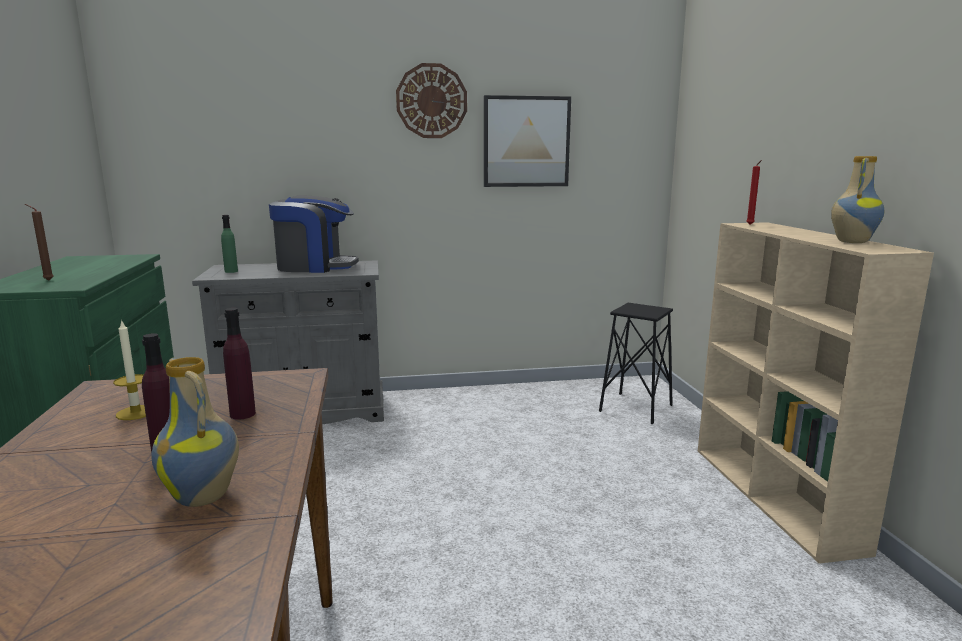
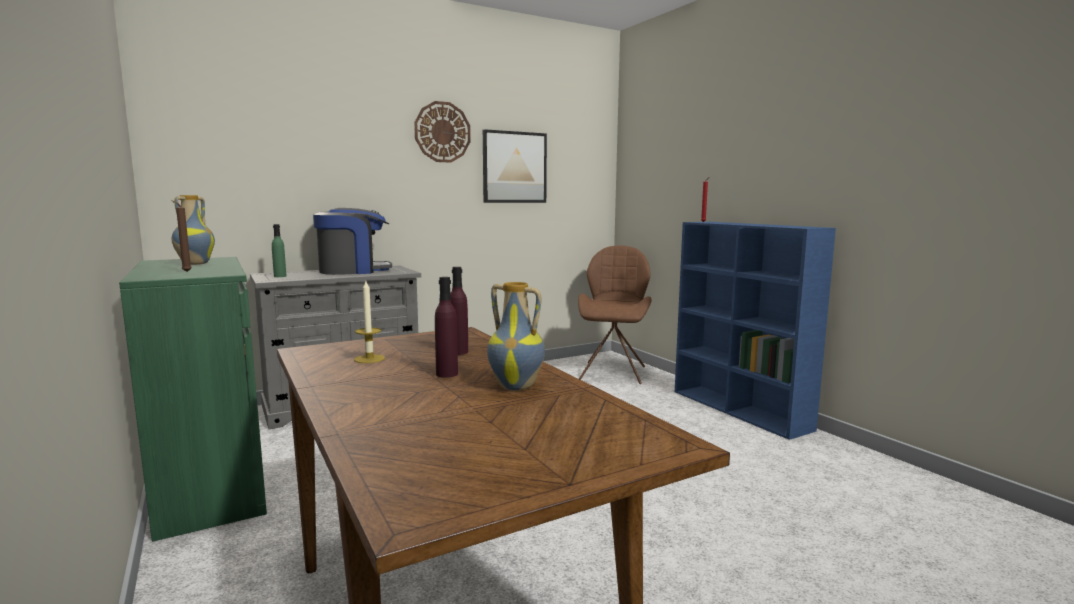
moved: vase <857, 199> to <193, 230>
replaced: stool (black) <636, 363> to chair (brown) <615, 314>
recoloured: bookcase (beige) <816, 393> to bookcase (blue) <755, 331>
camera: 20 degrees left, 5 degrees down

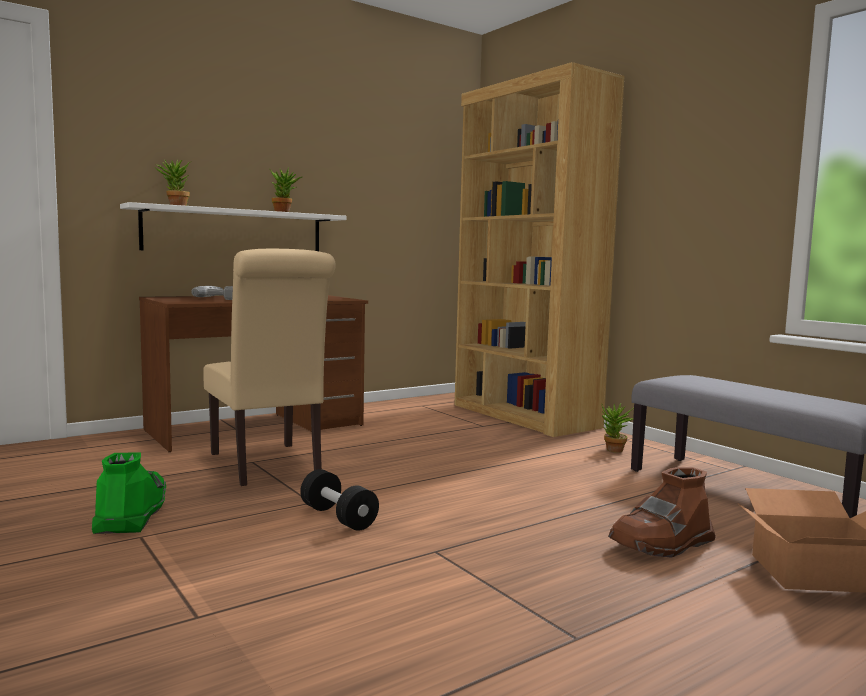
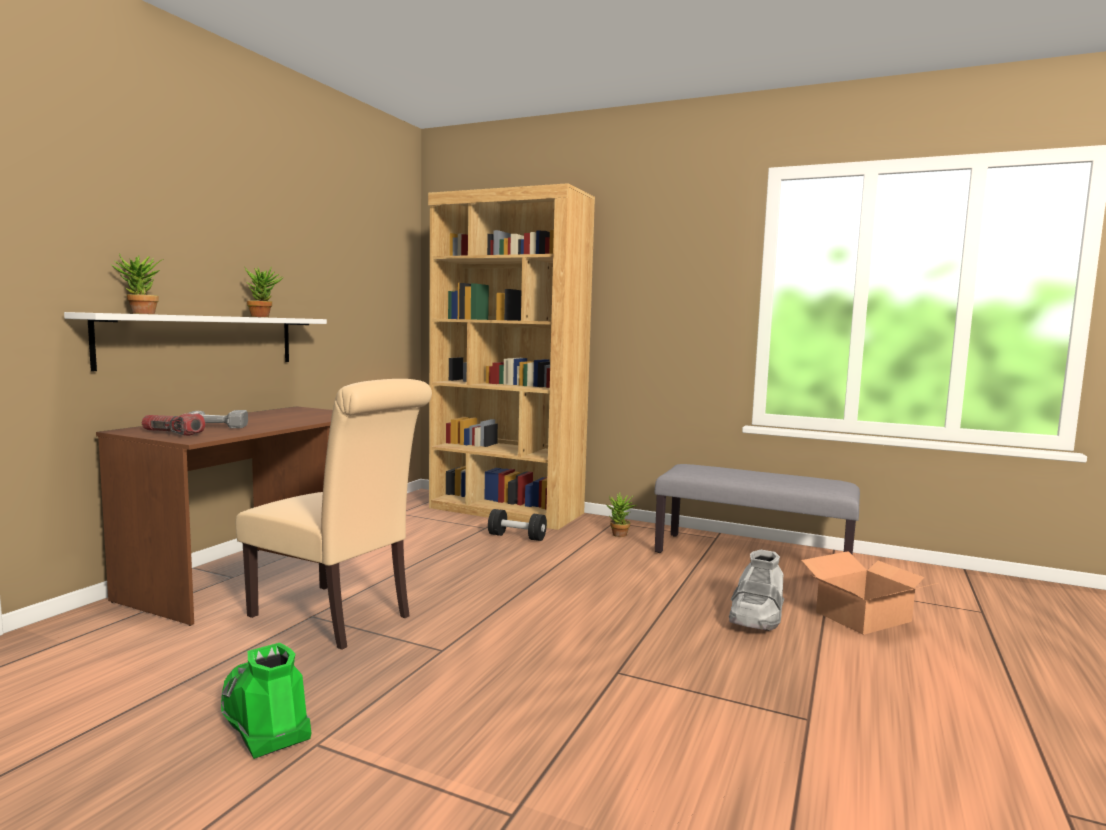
added: flashlight <173, 424>
moved: dumbbell (black) <339, 500> to <517, 525>
recoloured: boot (brown) <662, 512> to boot (grey) <756, 590>
camera: 30 degrees left, 0 degrees up

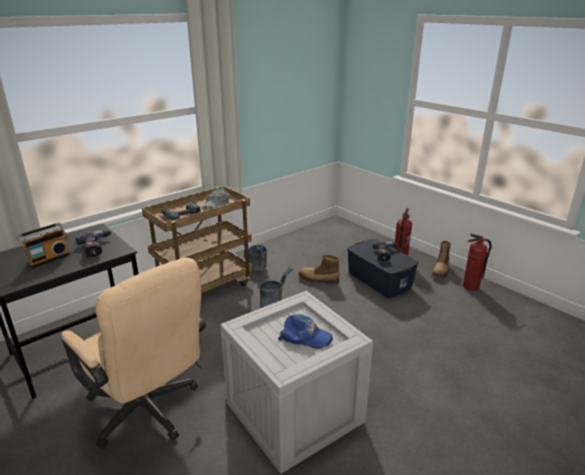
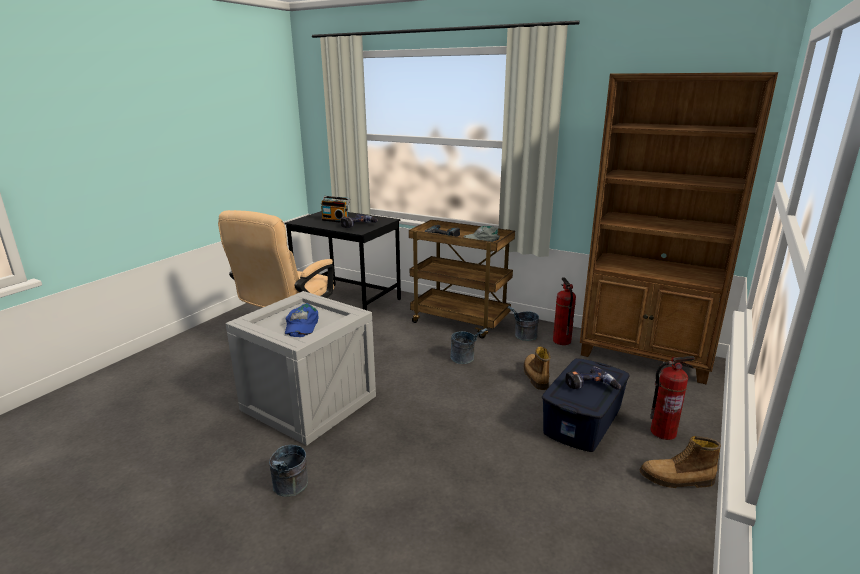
added: bucket (grey) <288, 471>; bookcase (brown) <679, 228>
moved: fire extinguisher <477, 262> to <564, 311>
camera: 70 degrees right, 5 degrees down

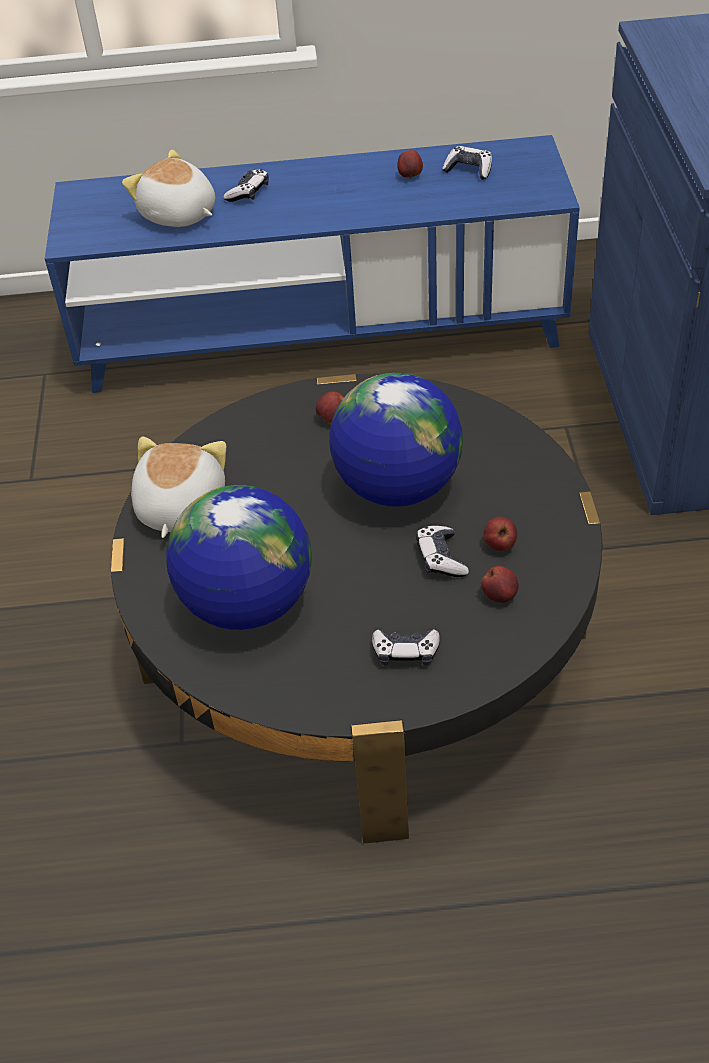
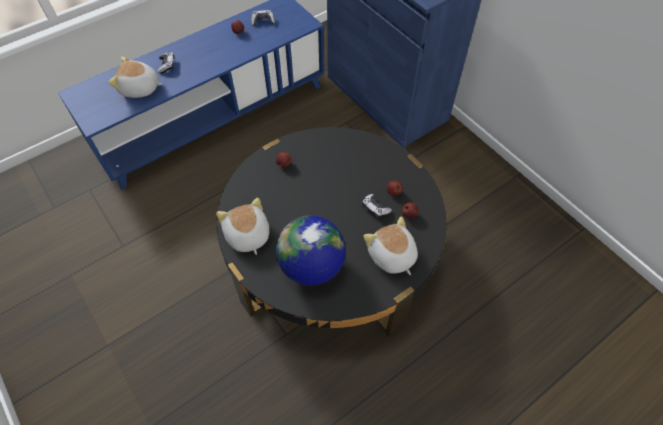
removed: globe <396, 440>
replaced: game controller <406, 647> to plush toy <390, 245>
camera: 35 degrees left, 10 degrees up

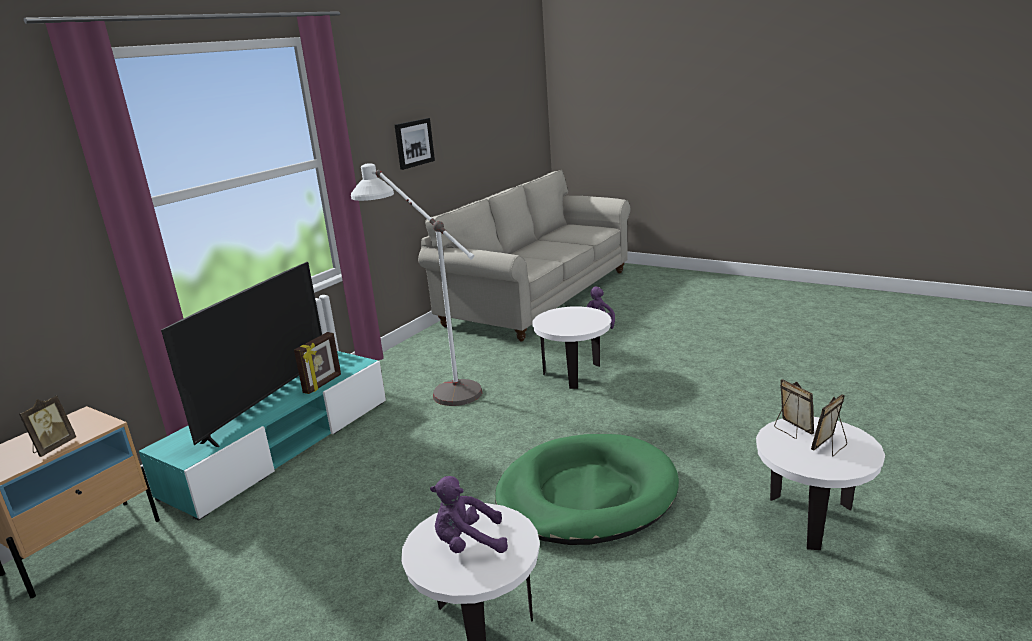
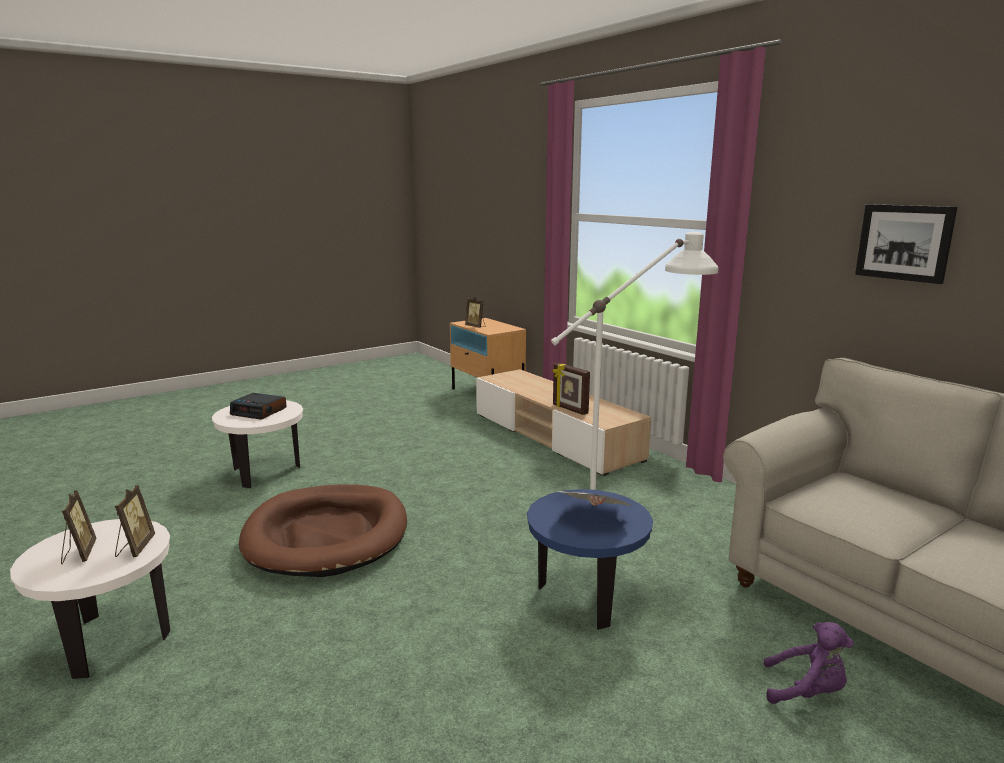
removed: television <241, 354>
added: newspaper <595, 498>
replaced: plush toy (purple) <469, 514> to alarm clock <258, 406>
recoloured: tv stand (turquoise) <262, 436> to tv stand (beige) <563, 422>; dog bed (green) <587, 489> to dog bed (brown) <323, 530>; side table (white) <572, 347> to side table (blue) <590, 559>
turned: picture frame <794, 409> = <135, 521> 90 degrees counterclockwise
camera: 110 degrees right, 5 degrees down

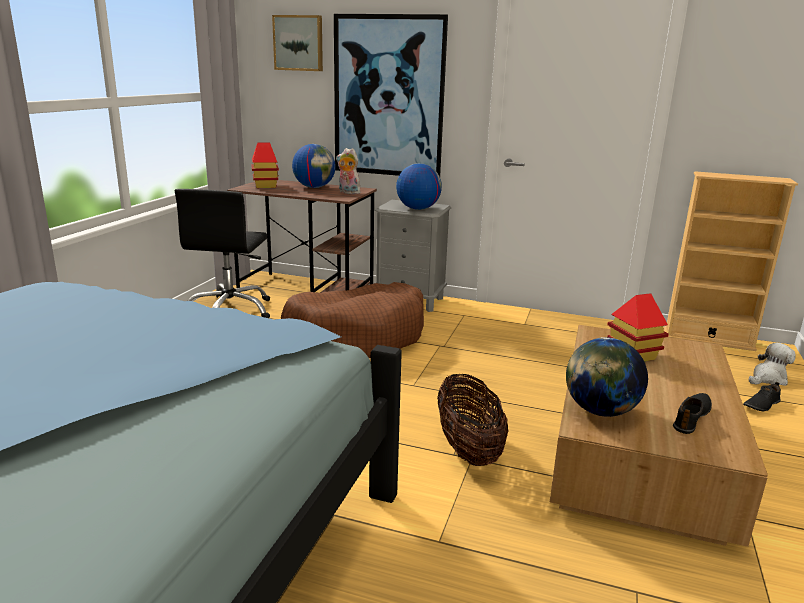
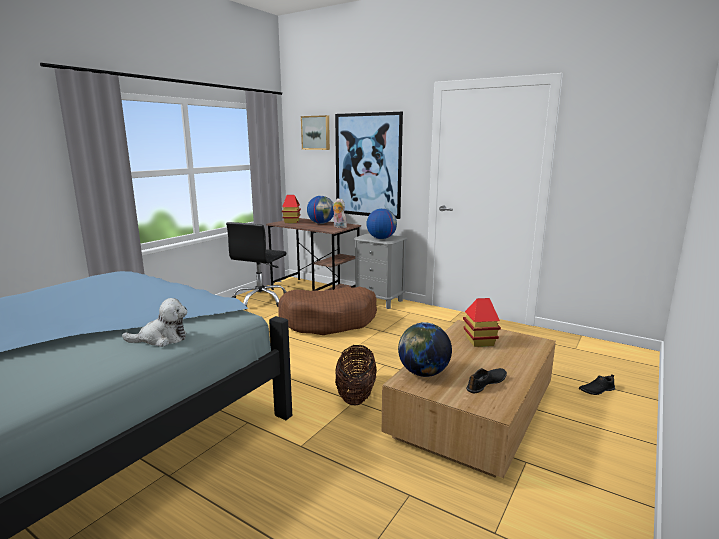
removed: bookcase (beige) <731, 261>
moved: plush toy <772, 364> to <155, 322>
camera: 15 degrees right, 5 degrees down

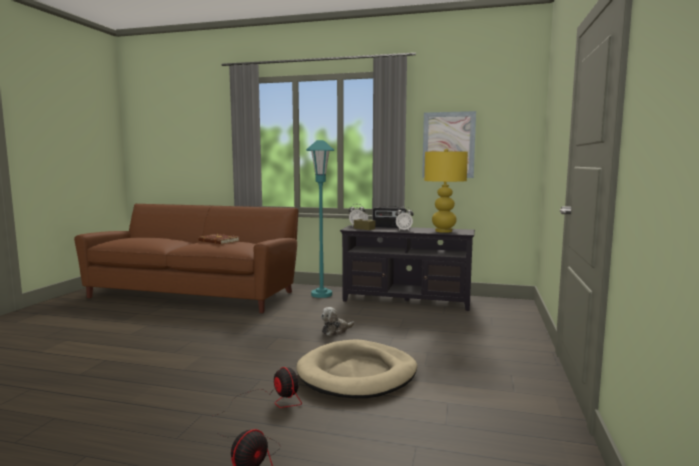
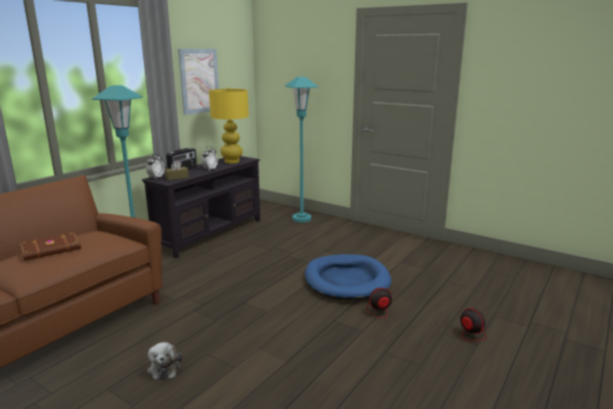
added: floor lamp (turquoise) <301, 150>
moved: plush toy <338, 321> to <164, 361>
recoloured: dog bed (beige) <357, 368> to dog bed (blue) <348, 277>
camera: 70 degrees left, 10 degrees up

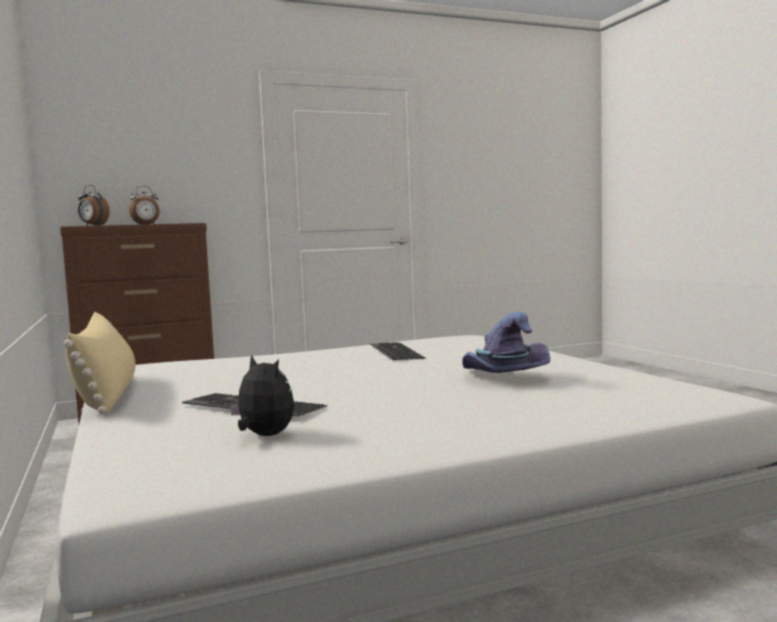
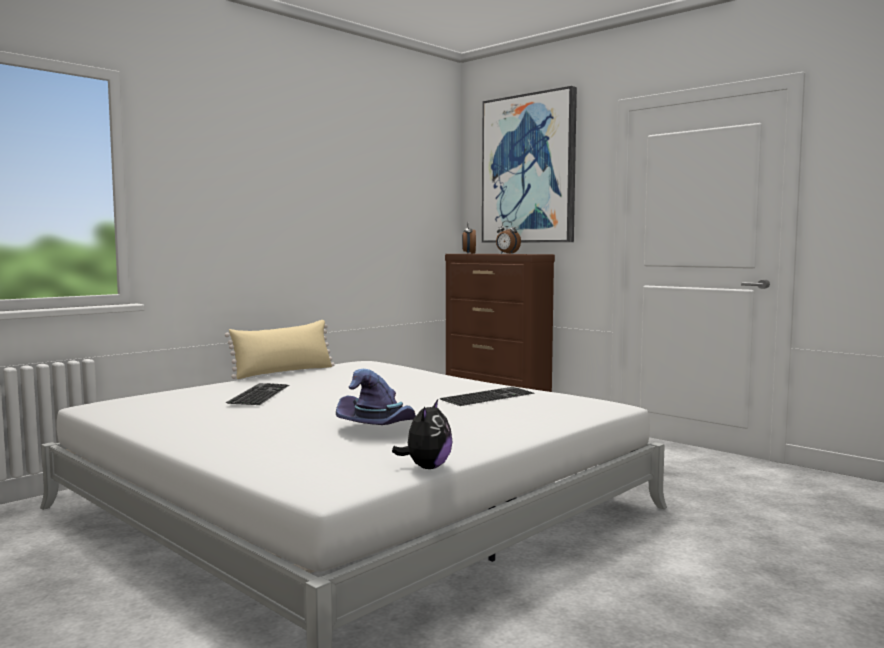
added: picture <529, 164>
moved: plush toy <262, 395> to <422, 434>
camera: 65 degrees right, 0 degrees up

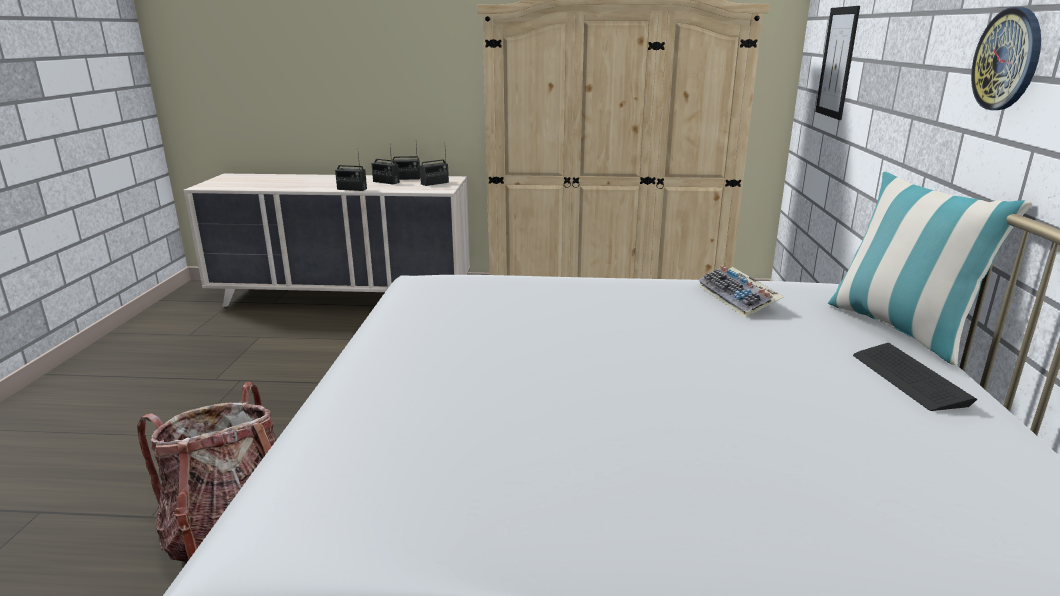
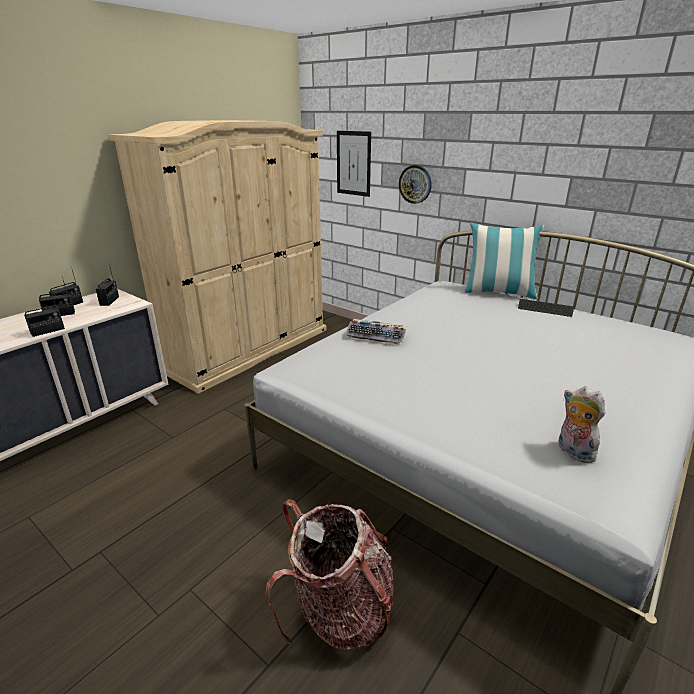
added: plush toy <582, 424>
moved: keyboard <741, 291> to <376, 332>; wall clock <1006, 58> to <415, 184>
camera: 55 degrees left, 5 degrees up

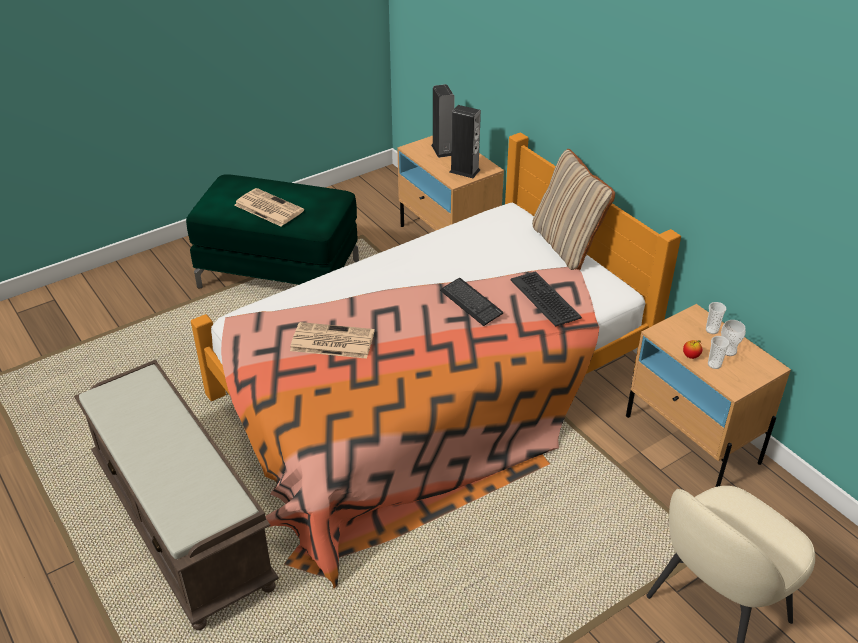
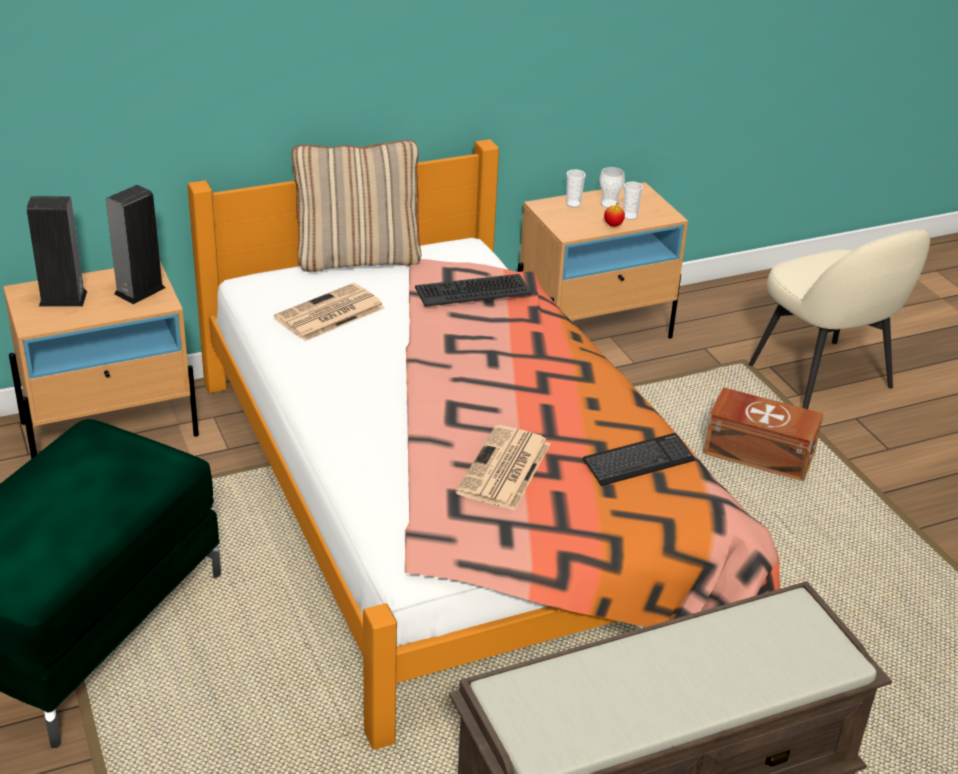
added: storage box (brown) <763, 434>
moved: newspaper <269, 207> to <329, 312>; keyboard <471, 302> to <639, 459>
camera: 80 degrees left, 5 degrees down

